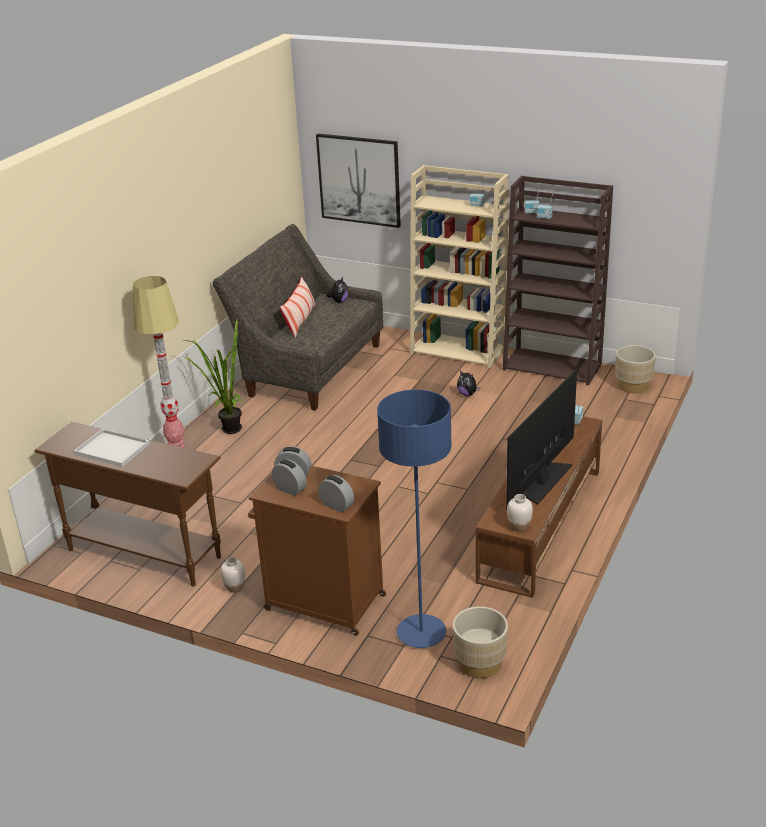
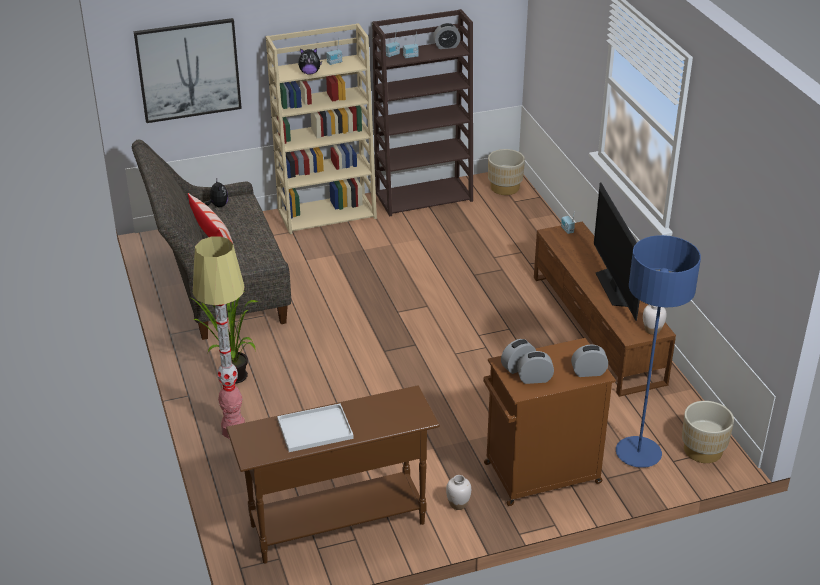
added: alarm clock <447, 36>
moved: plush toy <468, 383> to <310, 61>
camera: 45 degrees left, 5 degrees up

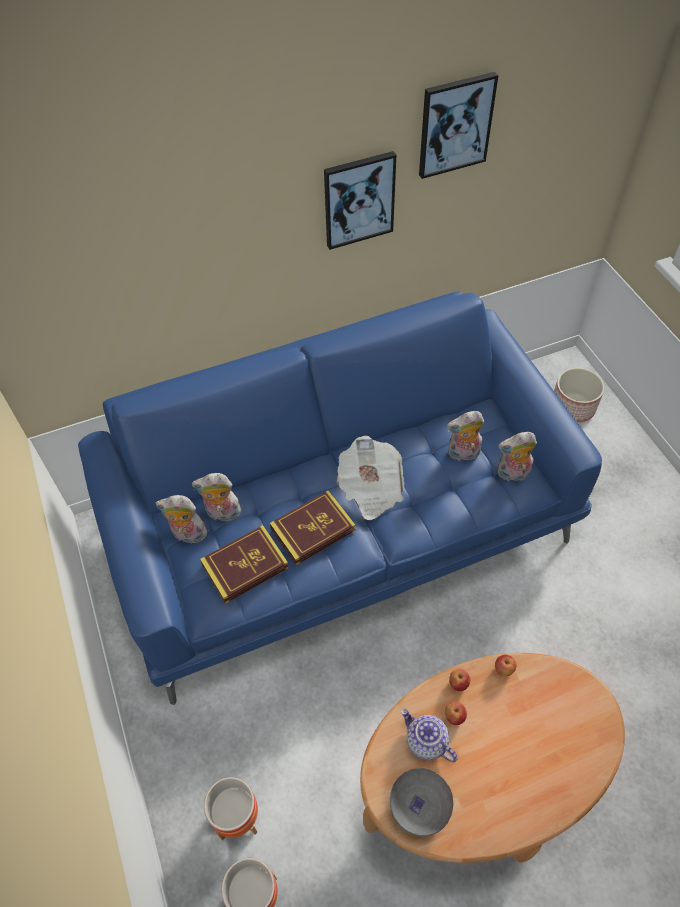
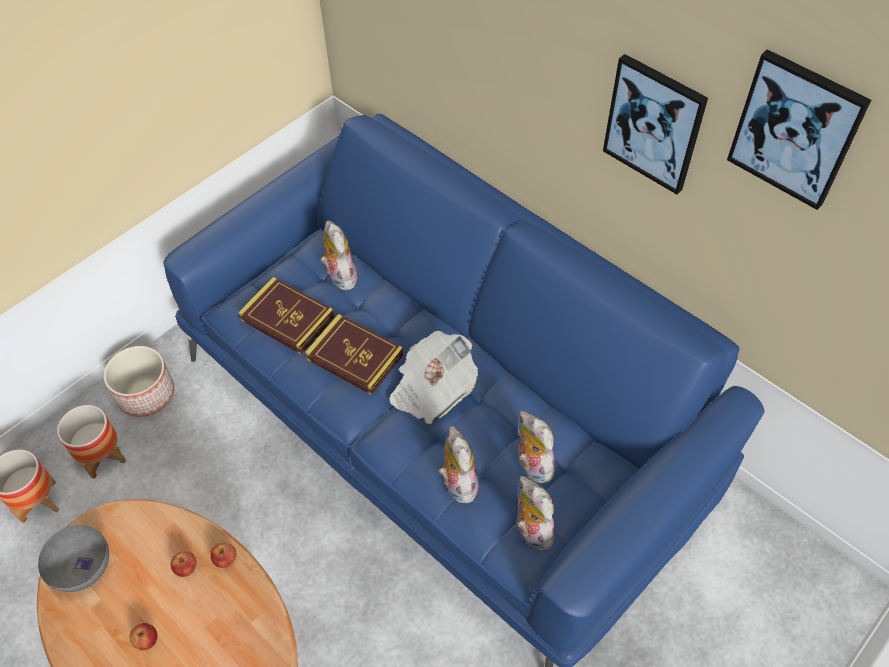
removed: teapot <429, 735>
moved: plush toy <182, 519> to <459, 464>; apple <505, 666> to <144, 636>; planter <579, 395> to <139, 381>
camera: 65 degrees right, 0 degrees up

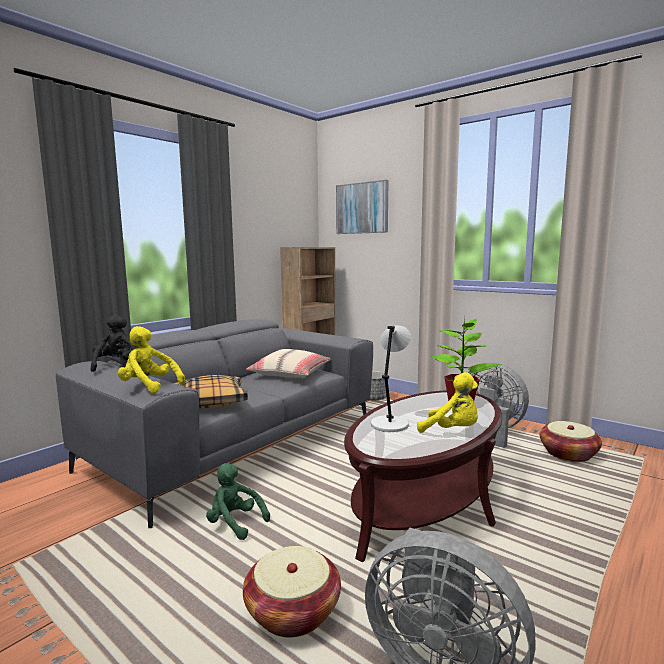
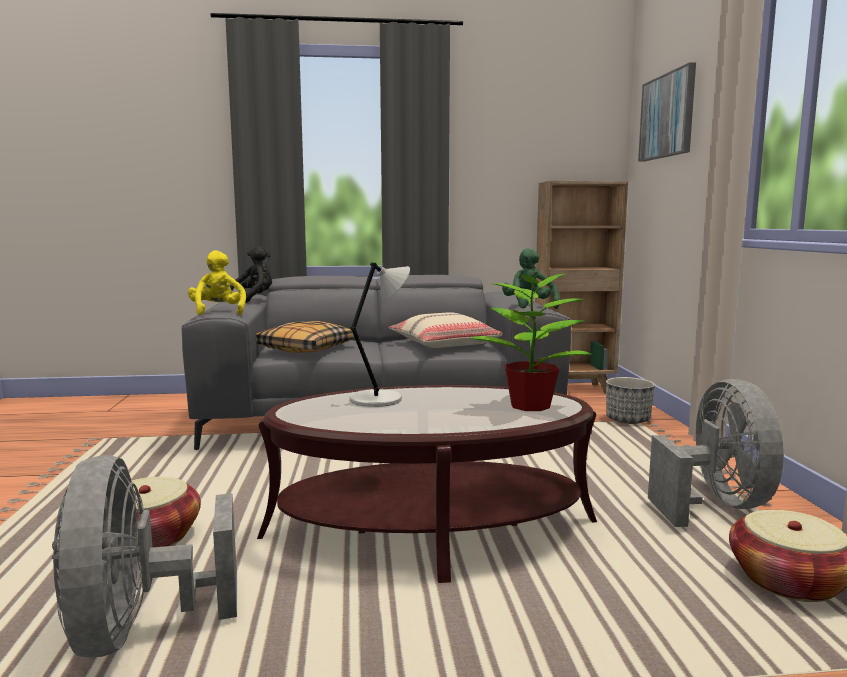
removed: plush toy (yellow) <447, 402>
moved: plush toy (green) <238, 501> to <530, 278>
camera: 45 degrees right, 0 degrees up

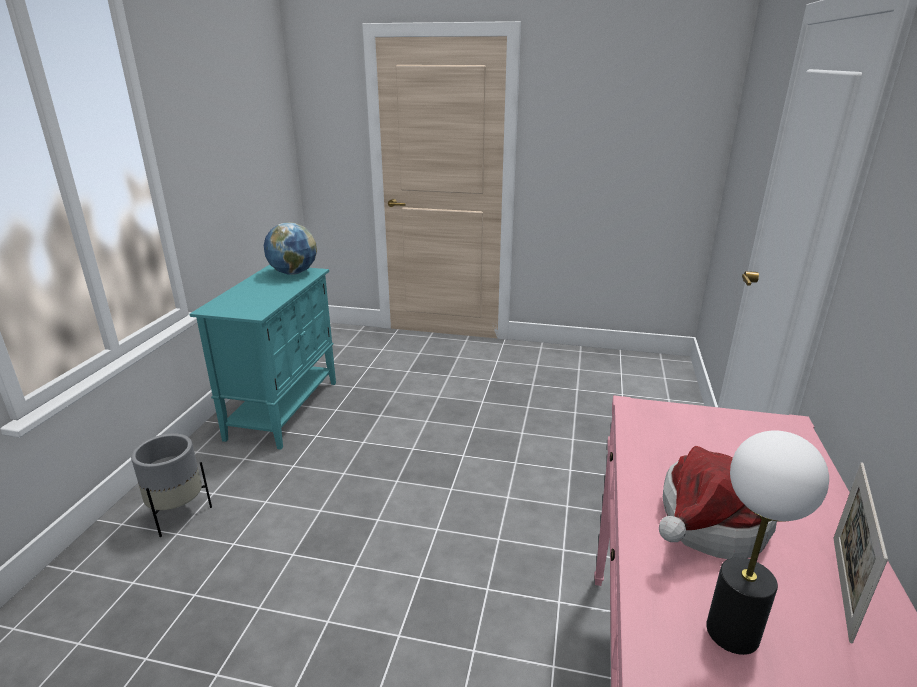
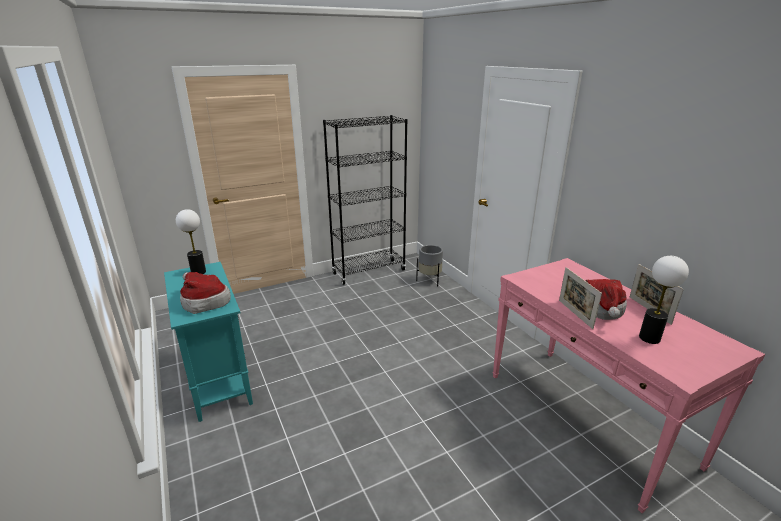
added: hat <205, 293>; bookcase (black) <365, 200>; picture frame <580, 298>
moved: planter (grey) <171, 485> to <429, 266>
replaced: globe <290, 248> to table lamp <191, 241>
camera: 40 degrees left, 0 degrees up

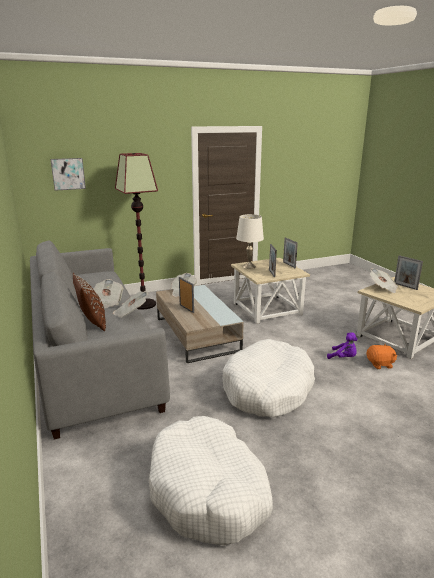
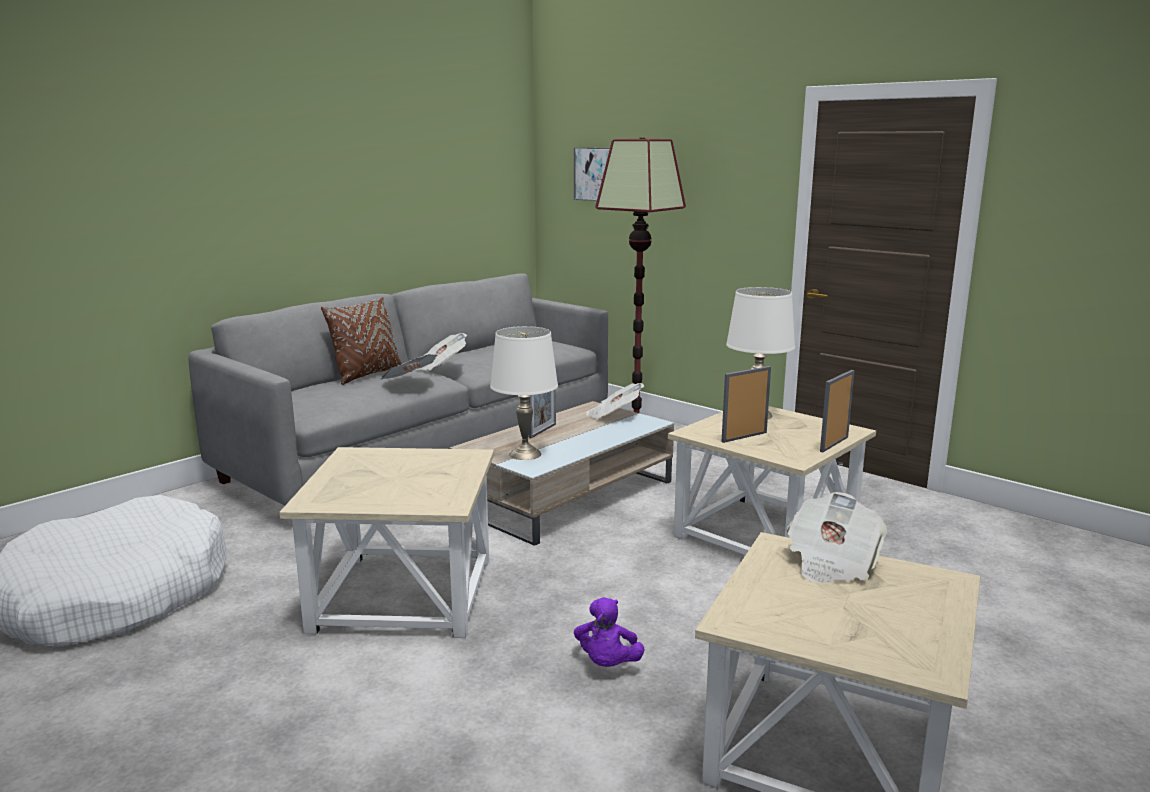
removed: plush toy (orange) <381, 356>; picture frame <408, 272>
added: table lamp (white) <524, 393>
replaced: dog bed (white) <269, 378> to side table (beige) <386, 542>
camera: 65 degrees right, 5 degrees down

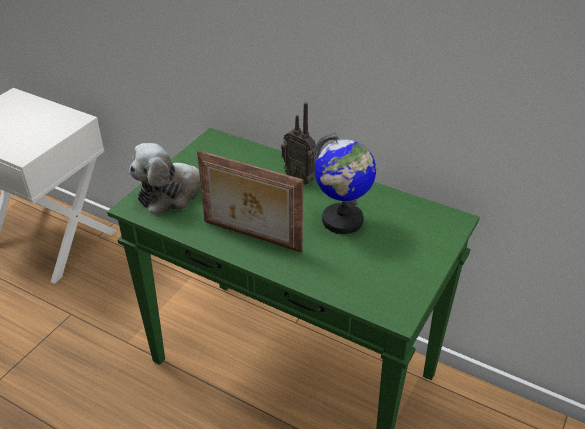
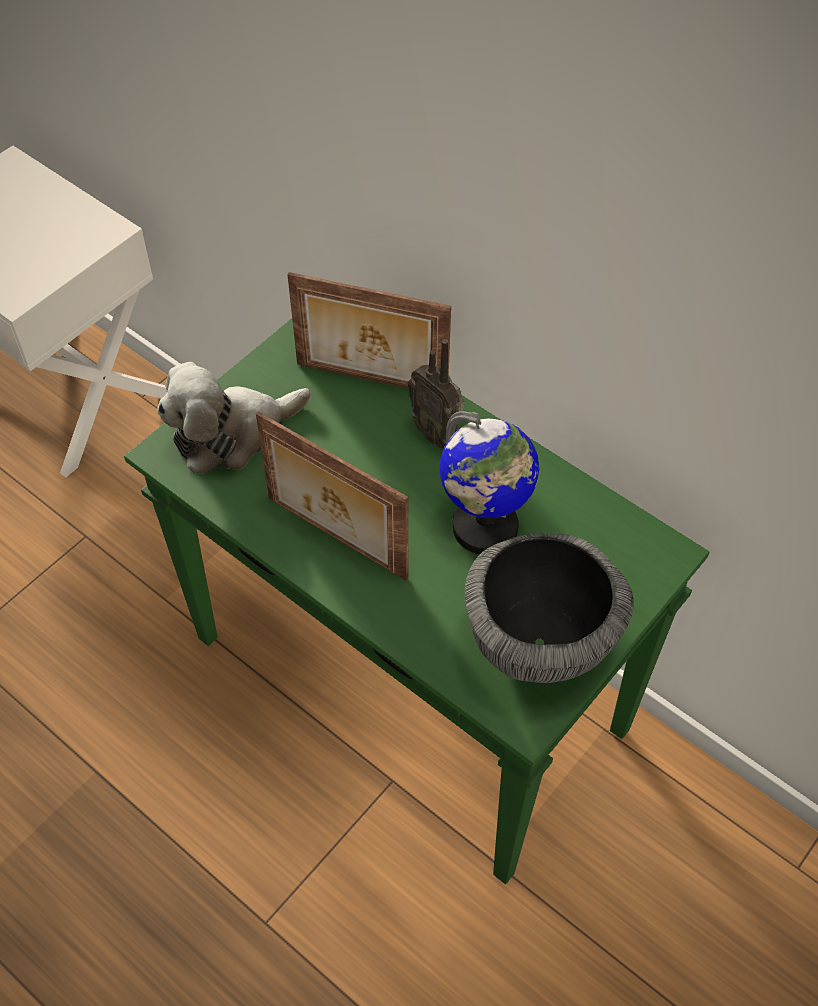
added: picture frame <369, 330>; bowl <549, 608>
camera: 10 degrees right, 15 degrees up

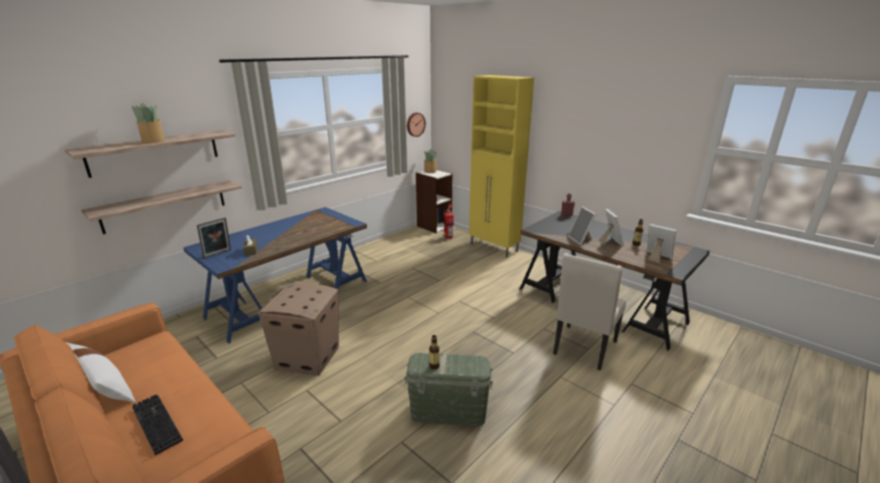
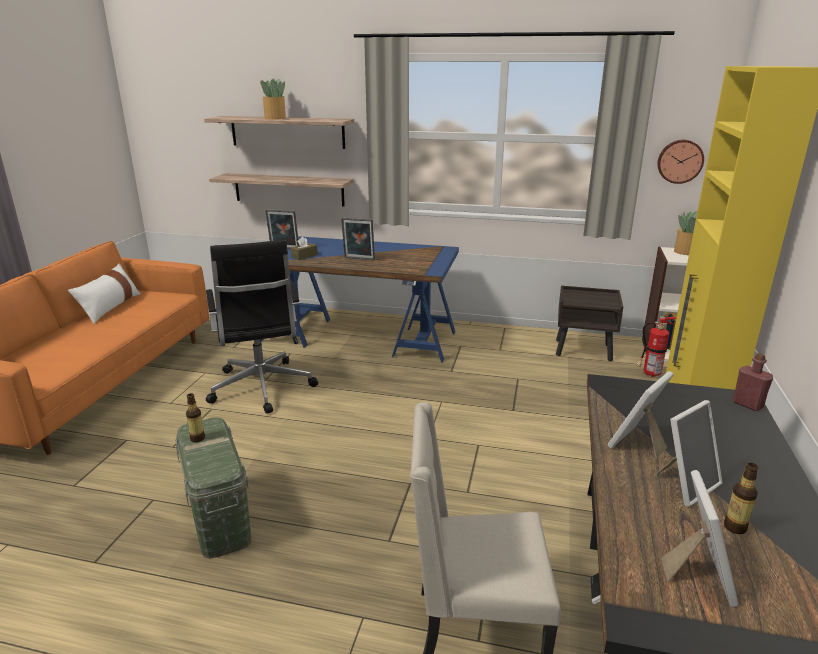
removed: keyboard <157, 424>
added: picture frame <358, 239>; nightstand (brown) <589, 323>
replaced: cardboard box <298, 329> to office chair (black) <262, 326>
camera: 60 degrees right, 0 degrees up

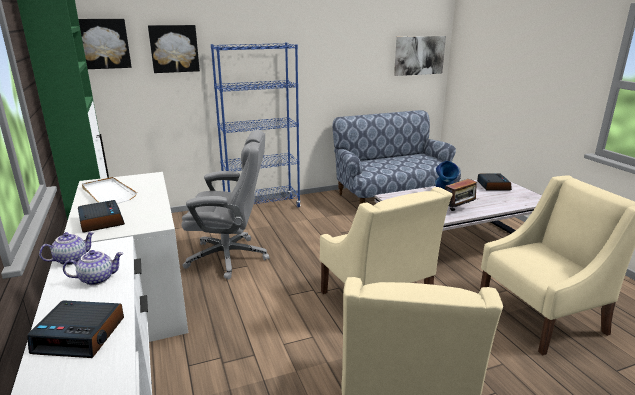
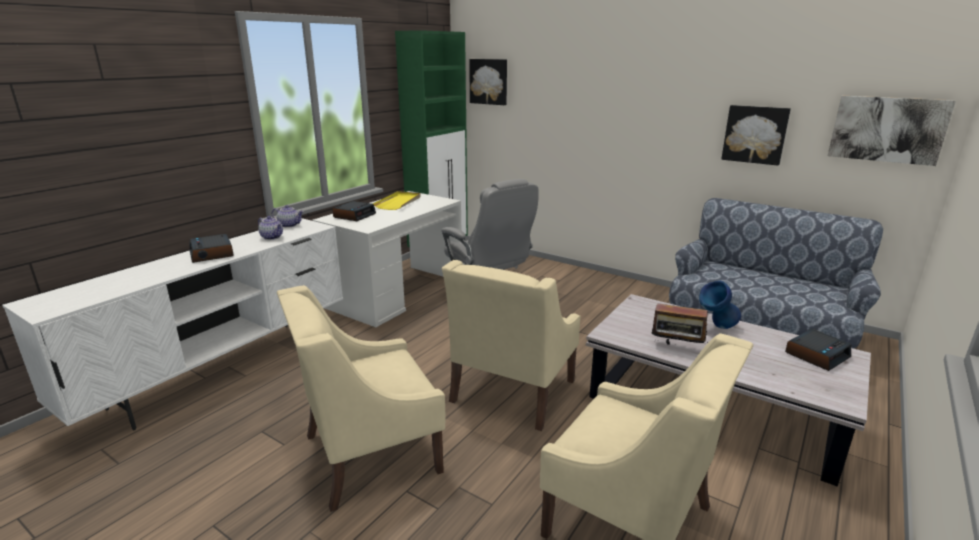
removed: bookcase (blue) <256, 125>
moved: picture <174, 49> to <756, 135>
recoloured: tray (white) <109, 190> to tray (yellow) <397, 200>
camera: 55 degrees right, 0 degrees up

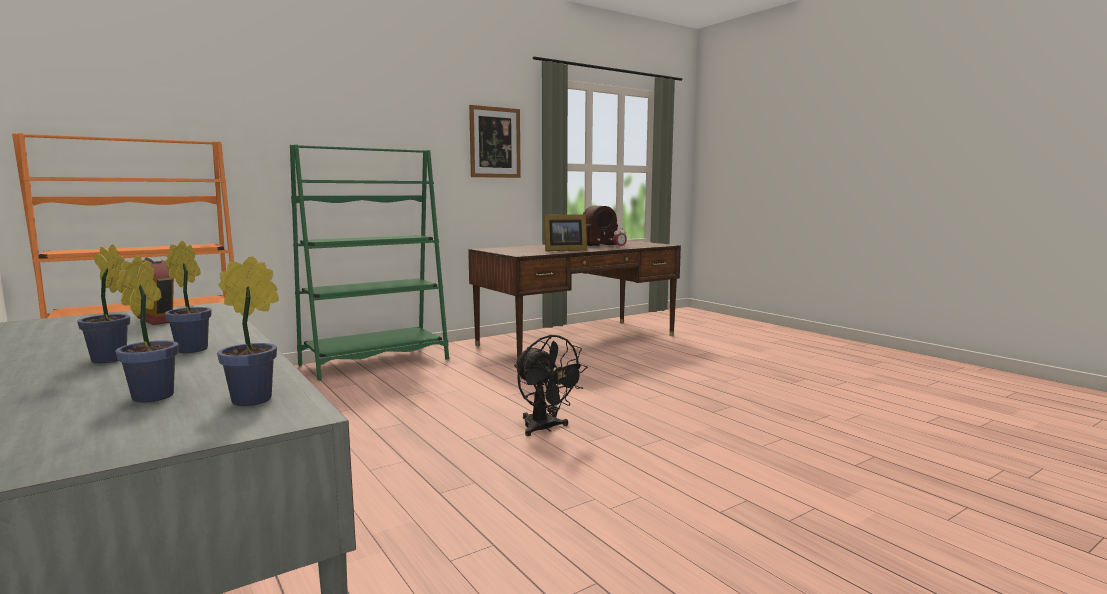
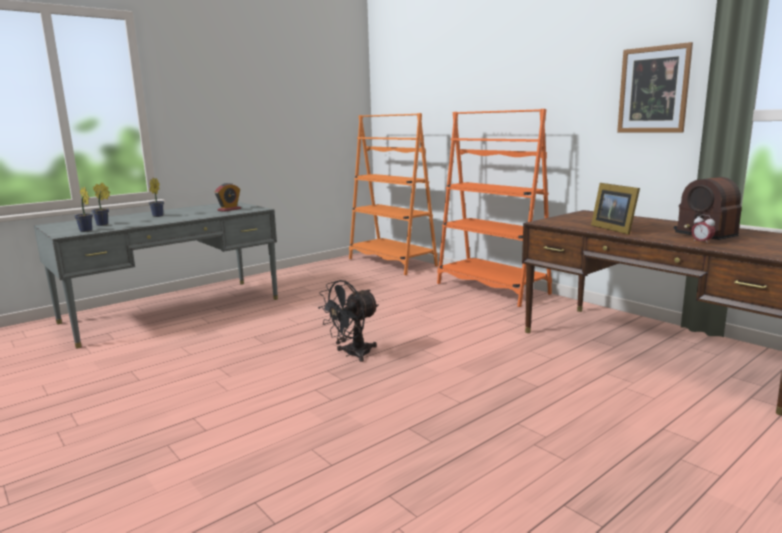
removed: potted plant <188, 296>
recoloured: bookcase (green) <369, 263> to bookcase (orange) <494, 208>
camera: 85 degrees right, 5 degrees up

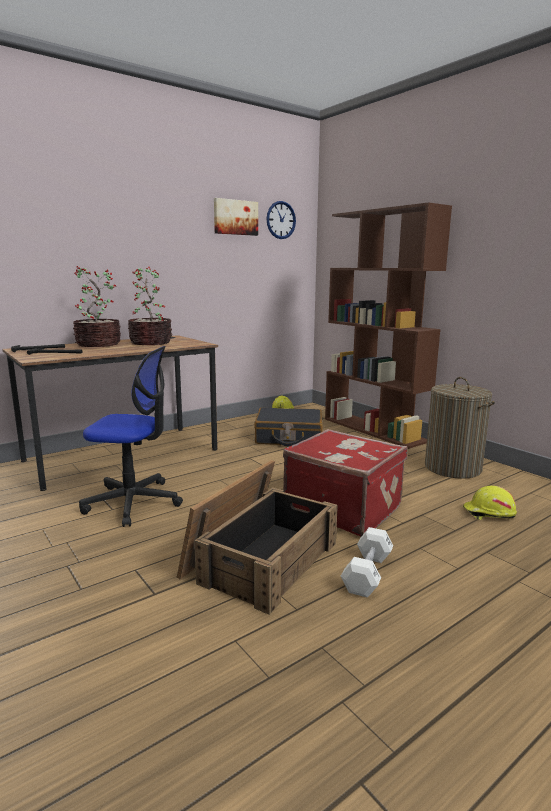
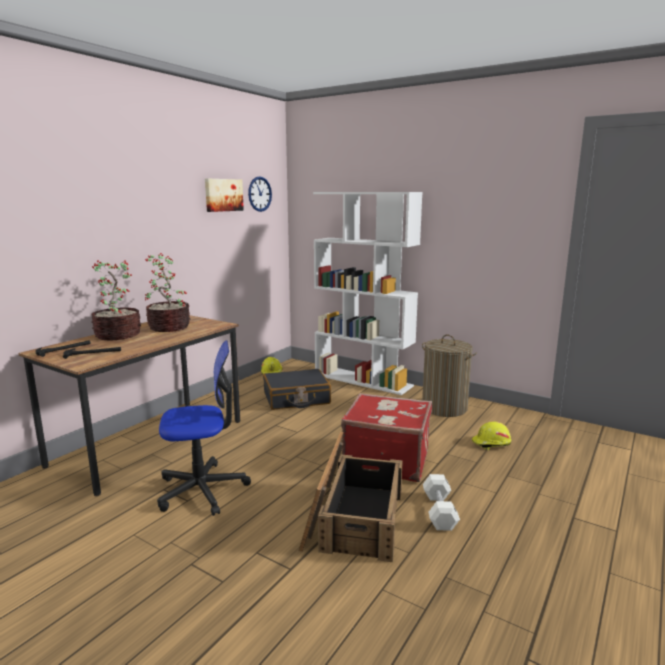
recoloured: bookcase (brown) <388, 325> to bookcase (white) <368, 293>
camera: 20 degrees left, 0 degrees up

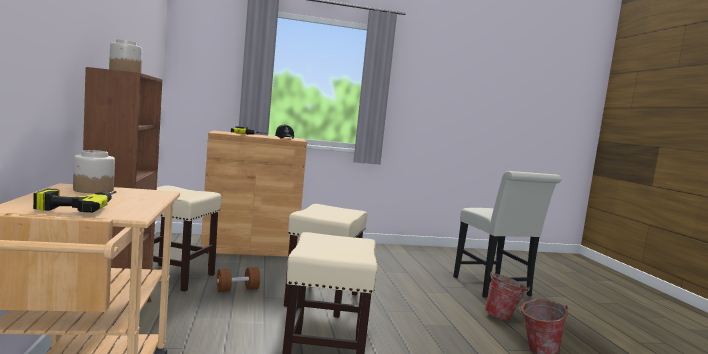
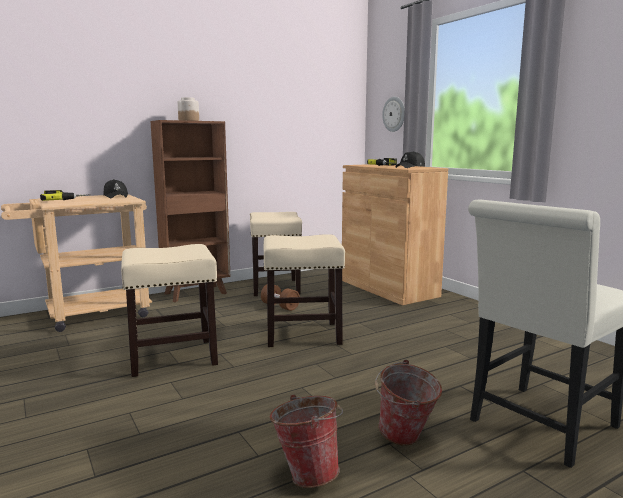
added: wall clock <393, 114>
replaced: jar <94, 171> to cap (black) <115, 188>
camera: 70 degrees right, 5 degrees up

